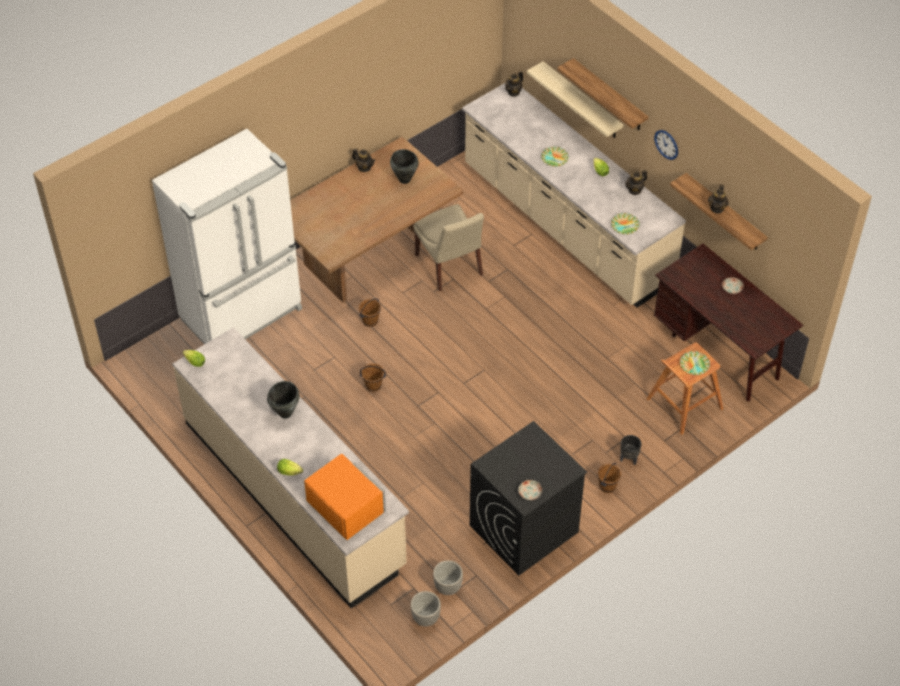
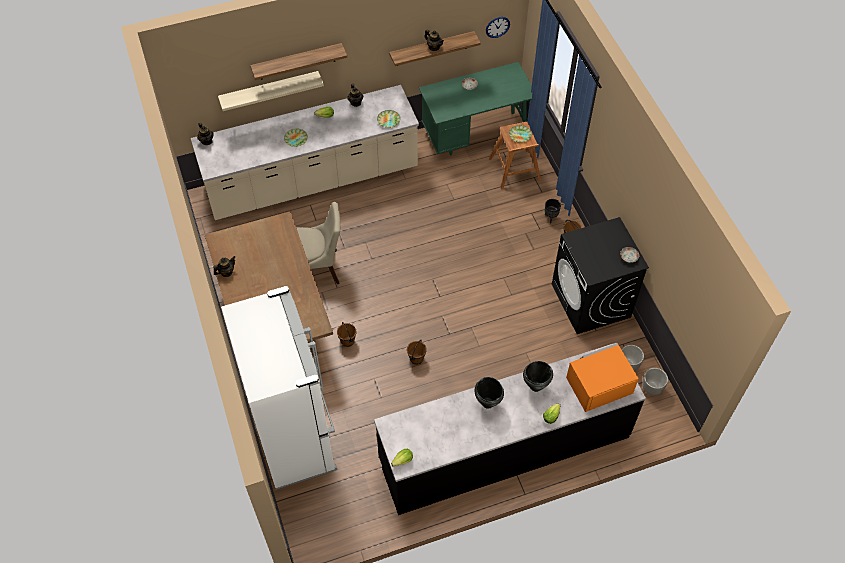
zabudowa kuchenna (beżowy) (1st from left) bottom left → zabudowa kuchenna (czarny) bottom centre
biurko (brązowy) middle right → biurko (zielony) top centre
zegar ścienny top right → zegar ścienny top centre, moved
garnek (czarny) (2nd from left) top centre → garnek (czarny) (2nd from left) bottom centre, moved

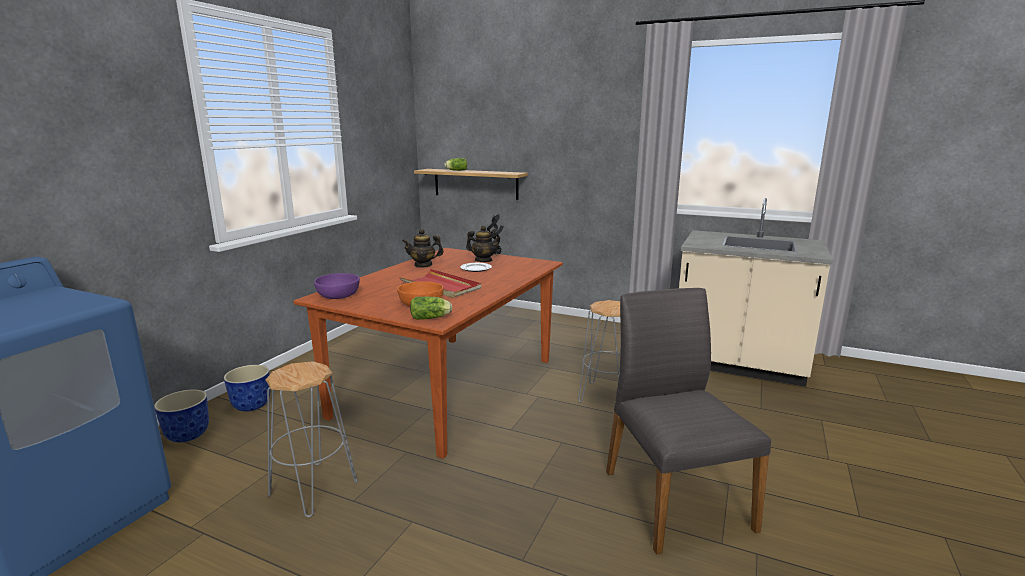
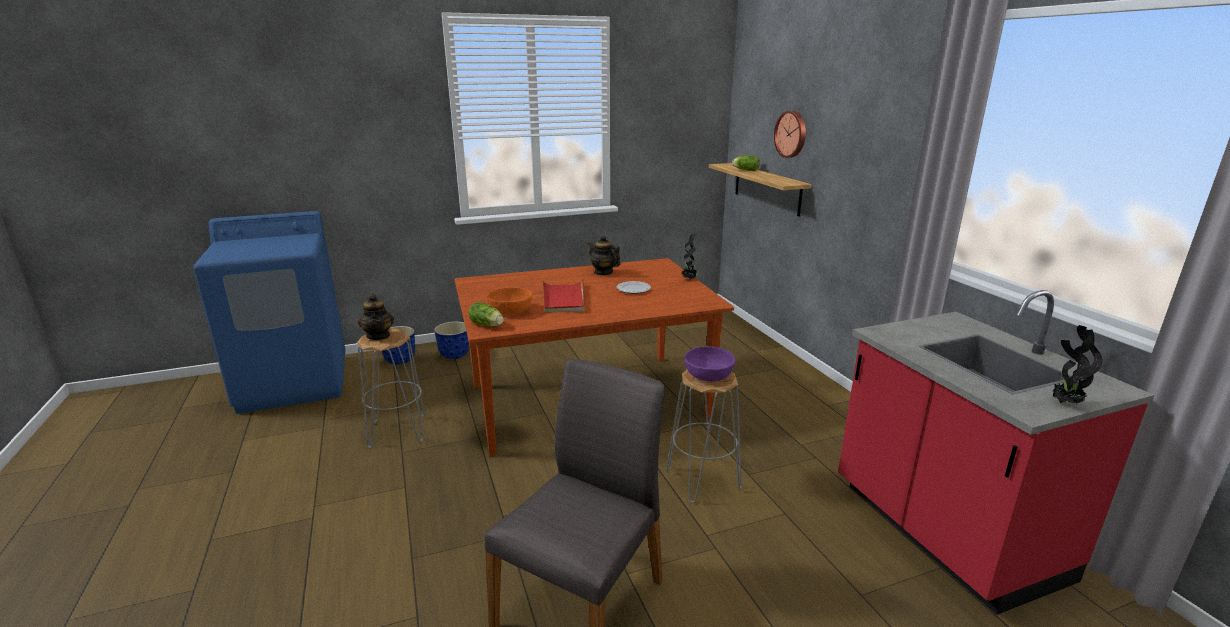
imbryk (2nd from left in the first image) centre → imbryk (1st from left) middle left, moved
miska (fioletowy) middle left → miska (fioletowy) centre, moved
- → zegar ścienny top centre
zabudowa kuchenna (beżowy) middle right → zabudowa kuchenna (czerwony) bottom right
- → roślina doniczkowa (2nd from left) middle right

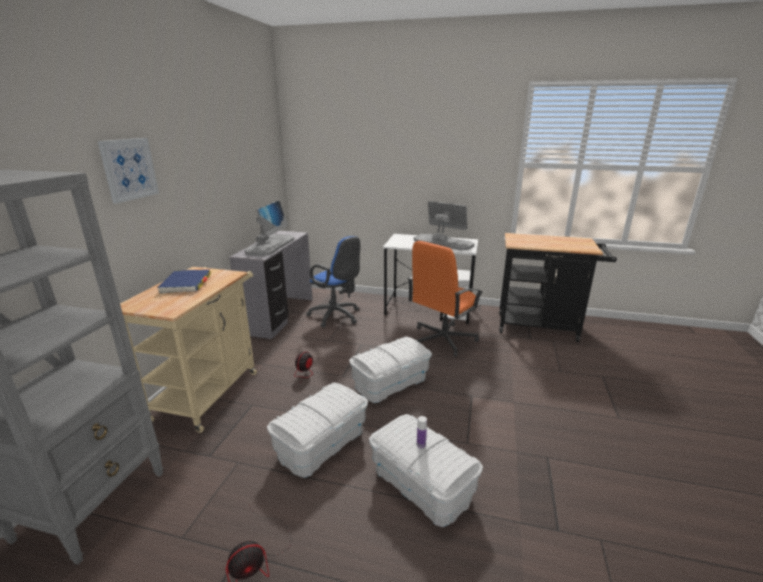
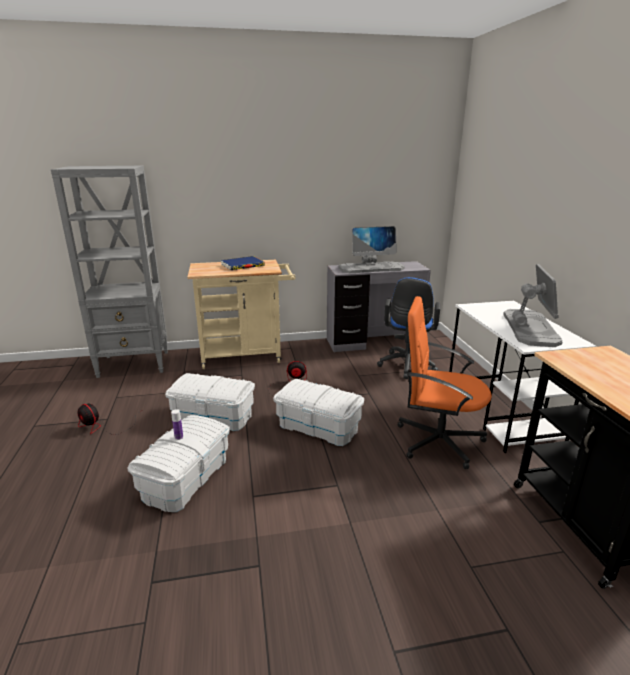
obraz top left → -

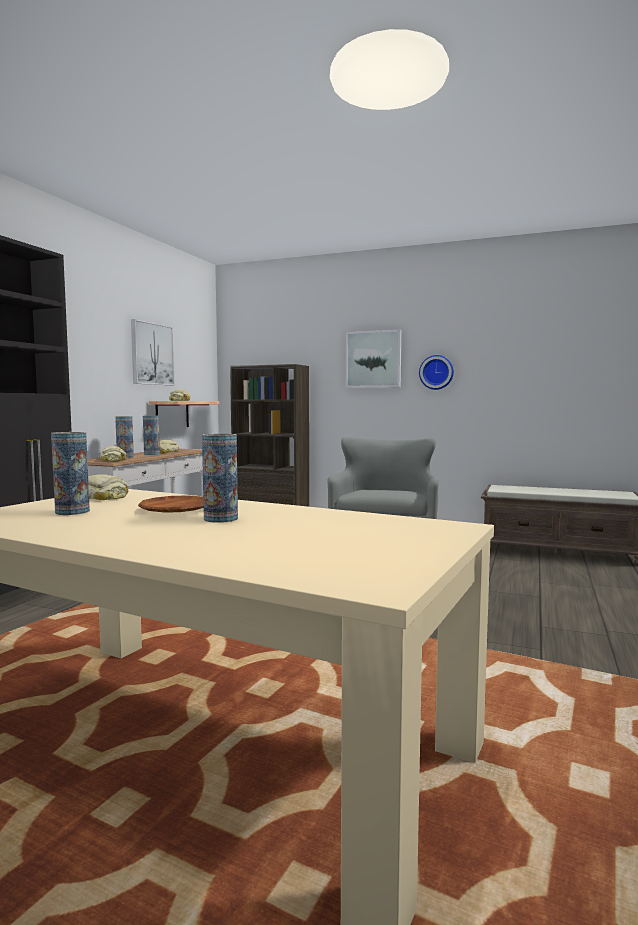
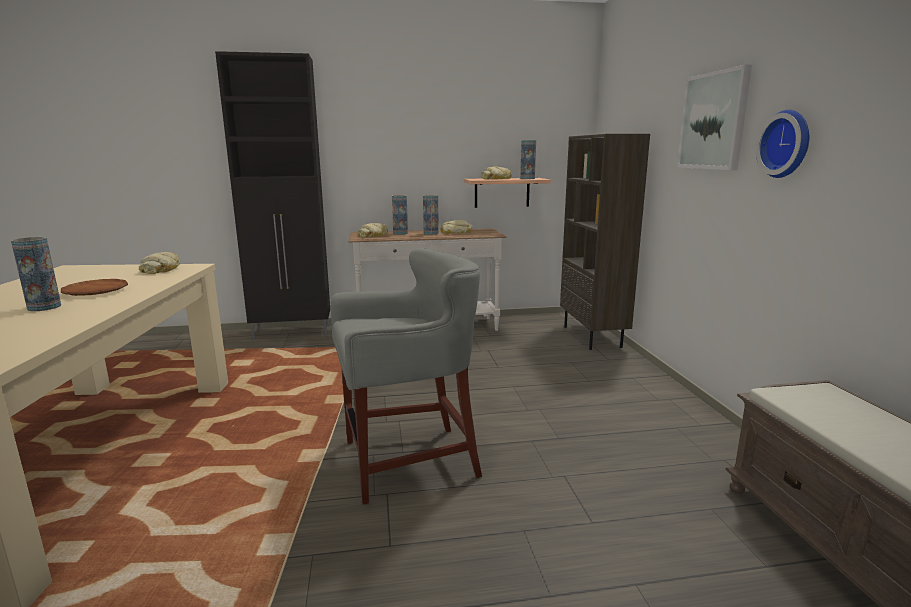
wazon (1st from left in the first image) middle left → wazon (4th from left) top centre, moved
obraz (1st from left) middle left → -

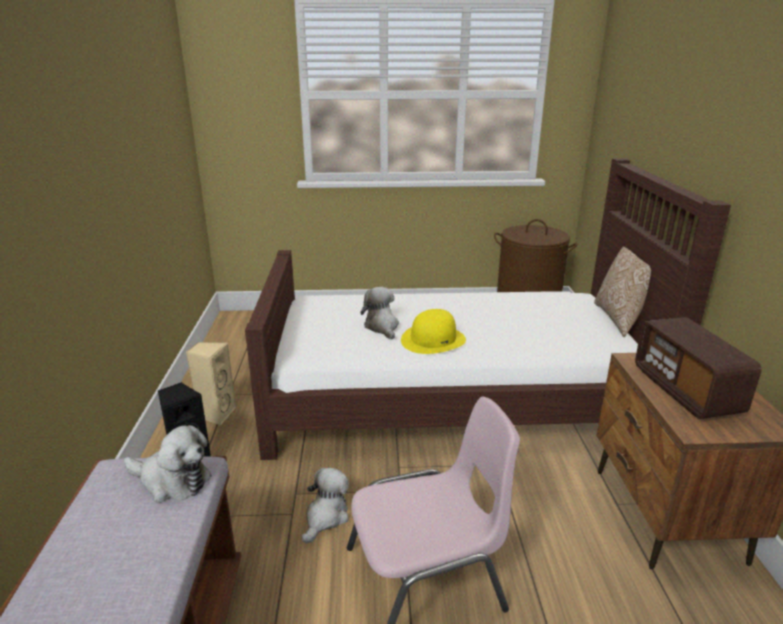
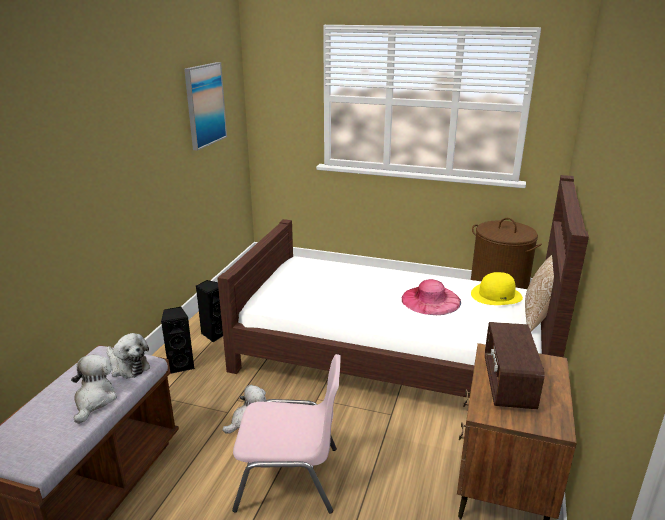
pluszak (3rd from left in the first image) centre → pluszak (1st from left) bottom left, moved
- → obraz top left
głośnik (beżowy) middle left → głośnik (czarny) (2nd from left) middle left
- → kapelusz (różowy) centre
kapelusz (żółty) centre → kapelusz (żółty) middle right, moved

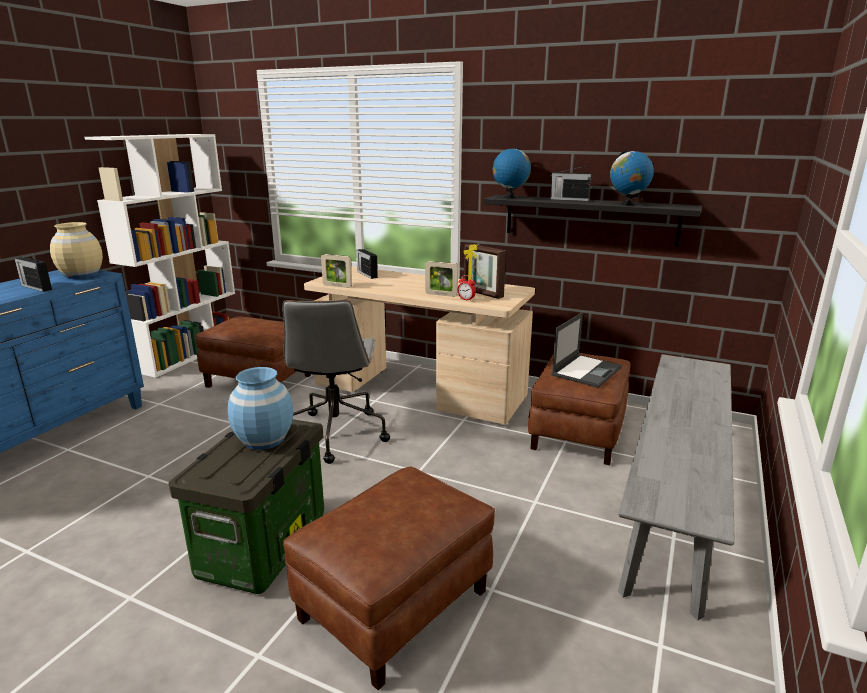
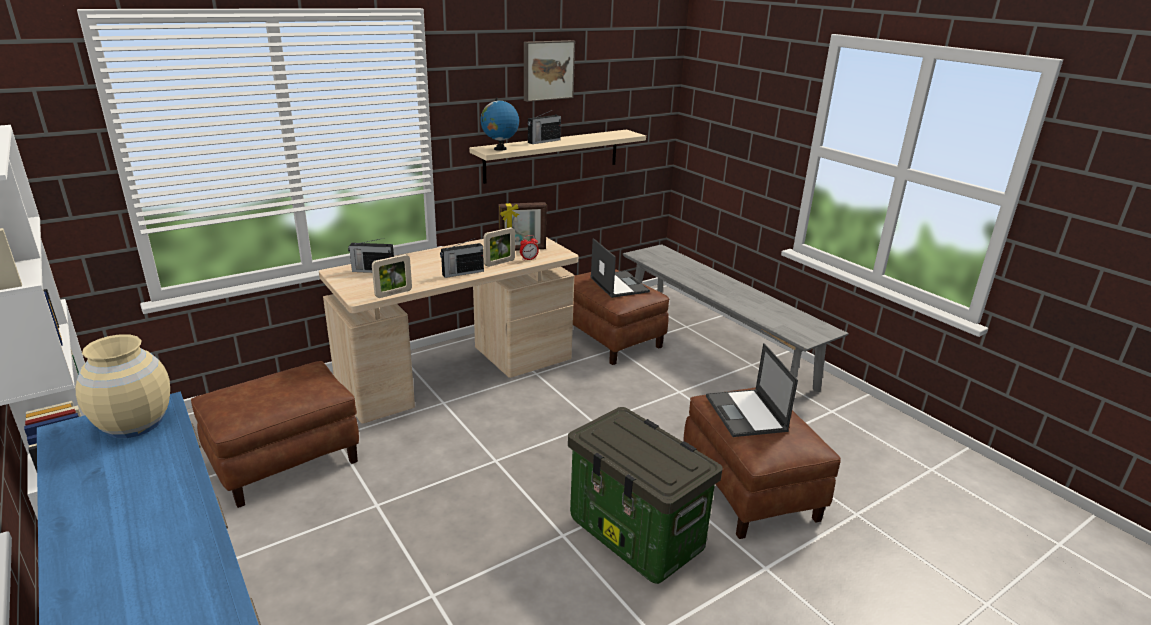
radio (1st from left in the first image) middle left → radio (2nd from left) centre, moved
półka (czarny) top right → półka (beżowy) top centre
- → obraz top centre
- → laptop (2nd from left) centre
wazon (niebieski) middle left → -
krzesło biurowe (szary) centre → -
globus (2nd from left) top right → -

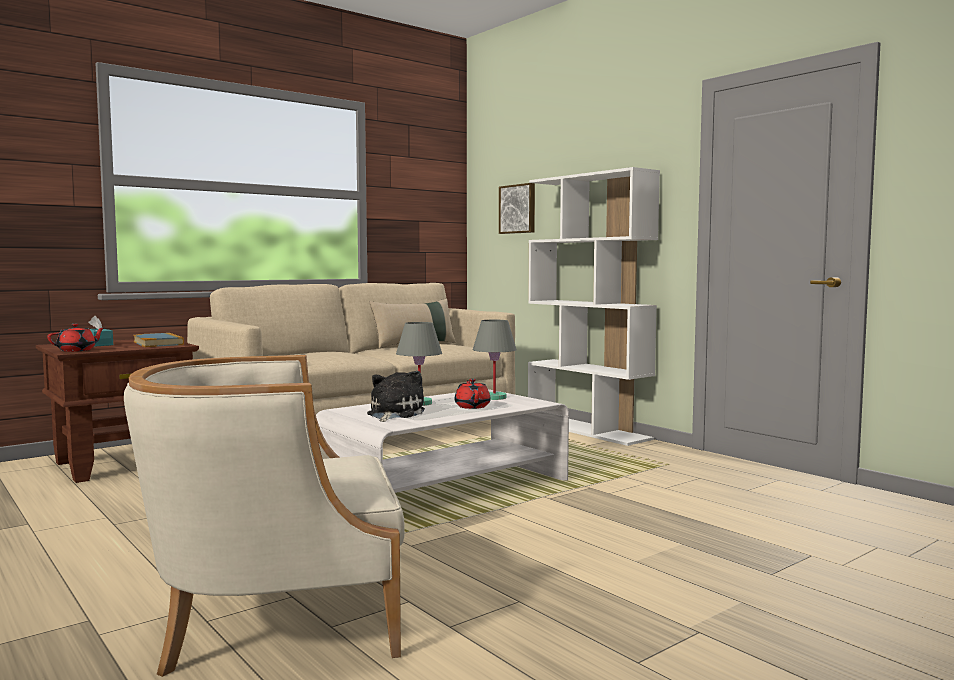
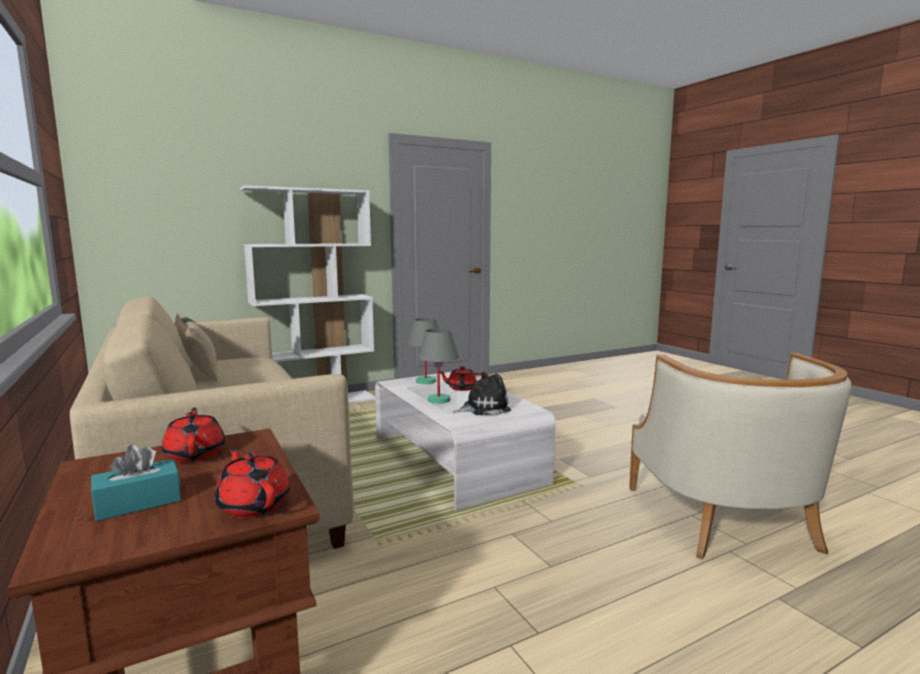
książka middle left → imbryk (czerwony) (1st from left) middle left
pluszak centre, 135 degrees clockwise
obraz top centre → -

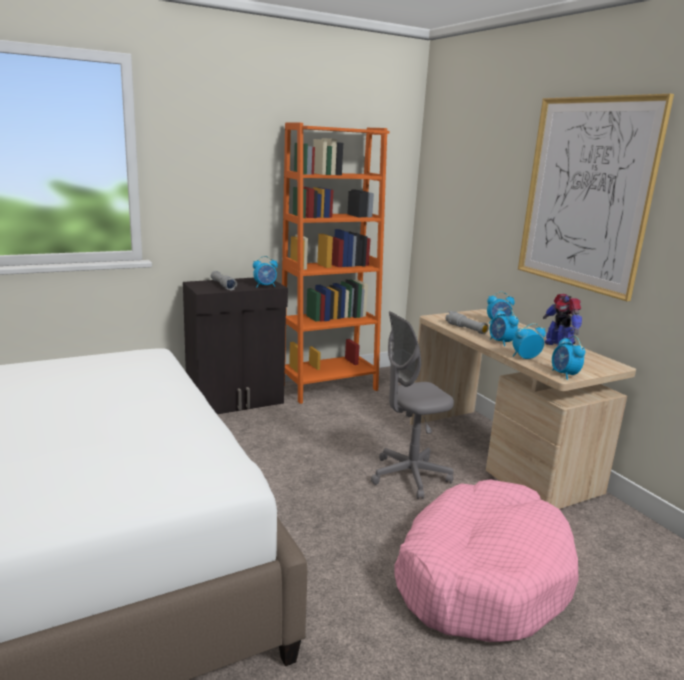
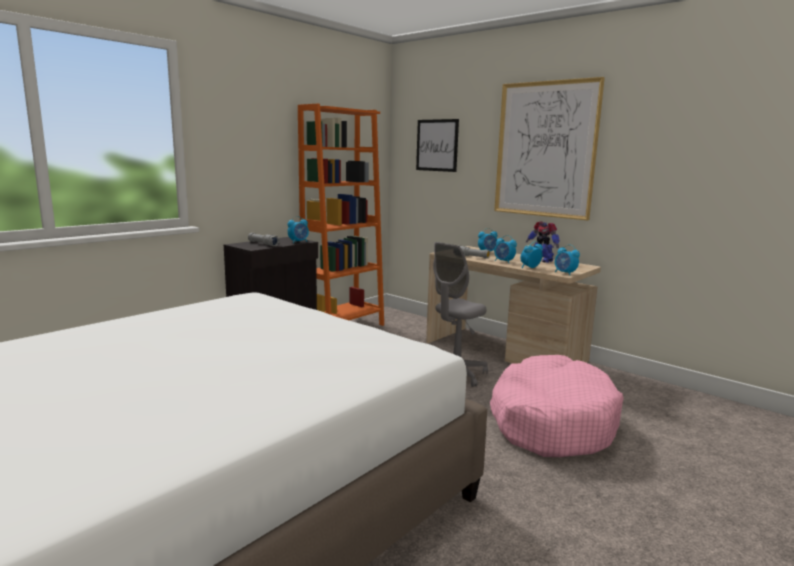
- → obraz (1st from left) top centre

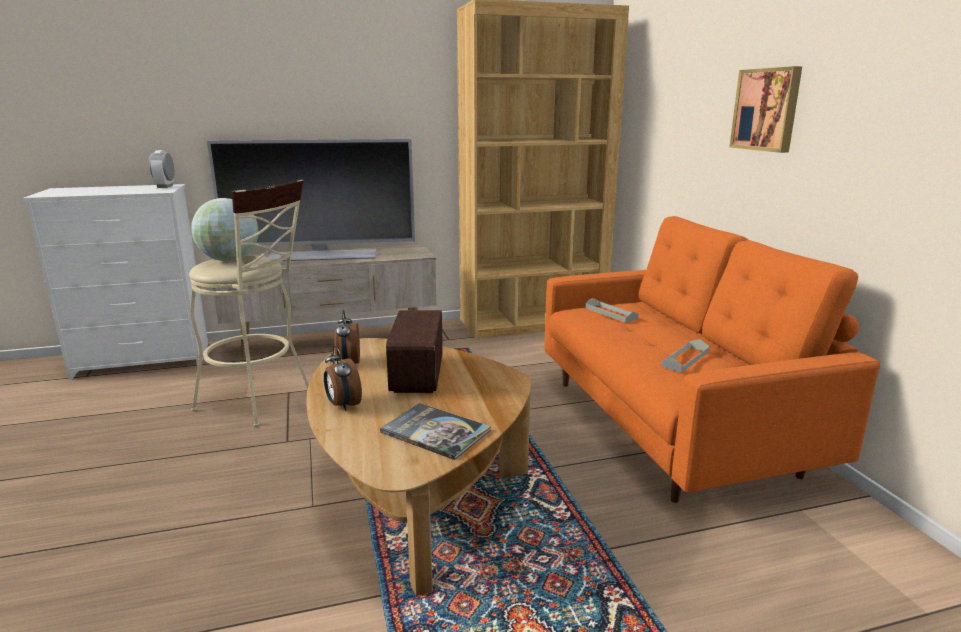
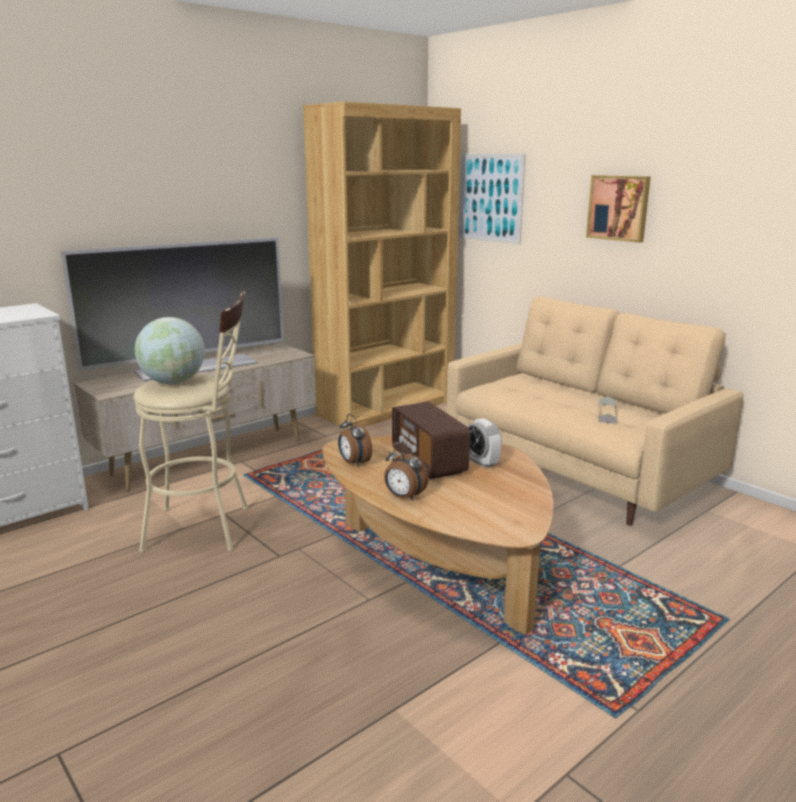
kanapa (pomarańczowy) middle right → kanapa (beżowy) middle right
- → obraz (1st from left) top centre
budzik (1st from left in the first image) top left → budzik (3rd from left) centre, moved
książka bottom centre → -
taca (szary) (1st from left) centre → -

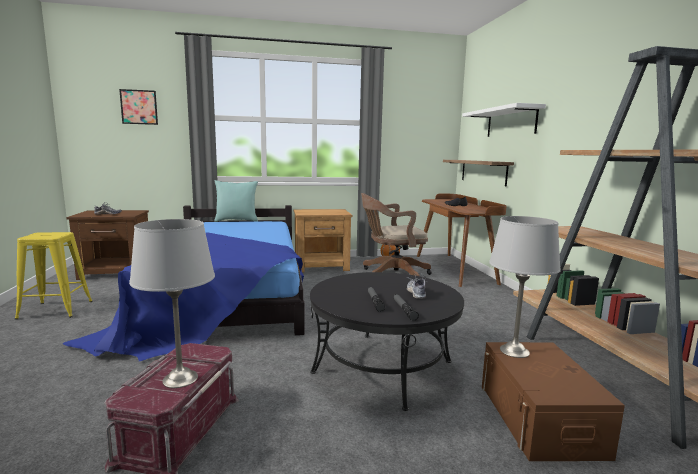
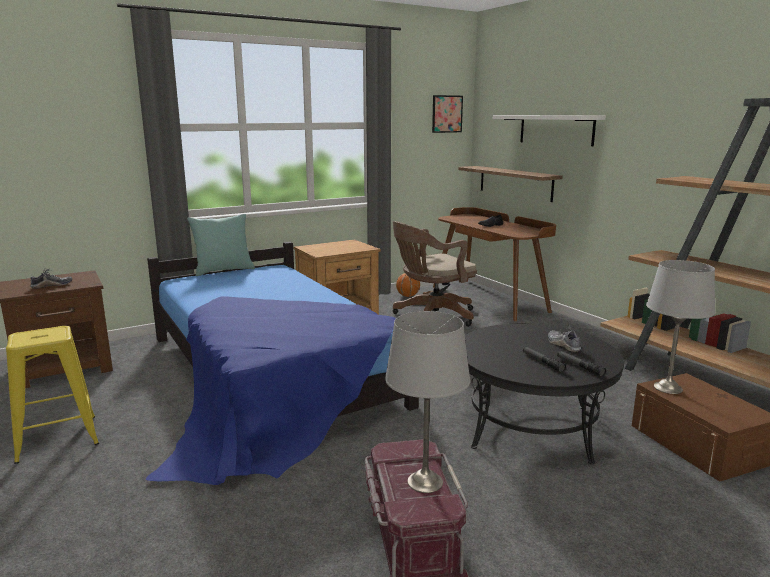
obraz top left → obraz top centre, moved

